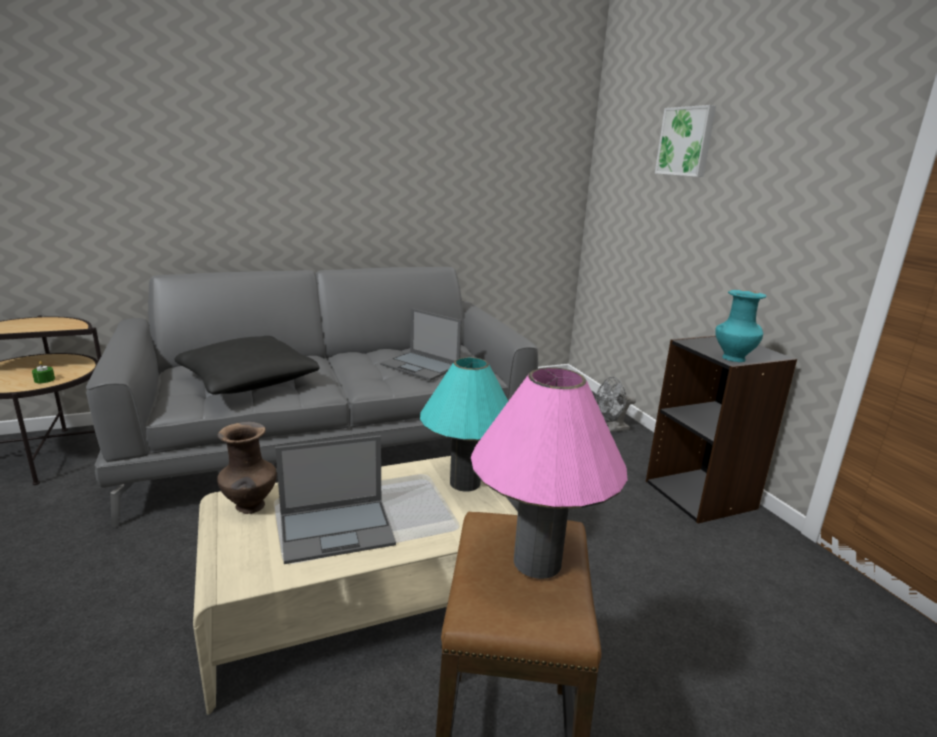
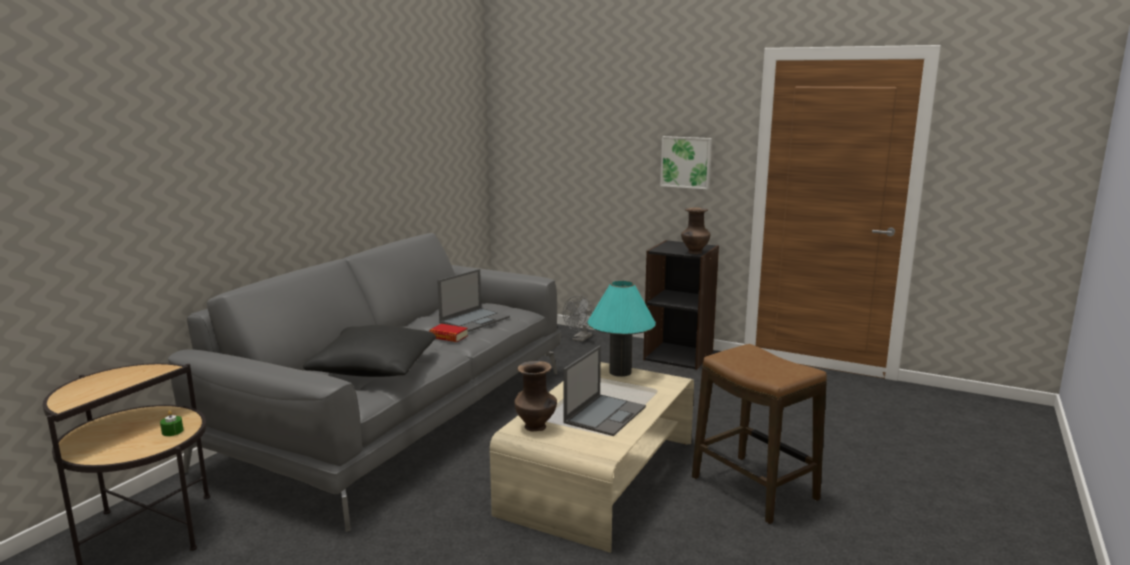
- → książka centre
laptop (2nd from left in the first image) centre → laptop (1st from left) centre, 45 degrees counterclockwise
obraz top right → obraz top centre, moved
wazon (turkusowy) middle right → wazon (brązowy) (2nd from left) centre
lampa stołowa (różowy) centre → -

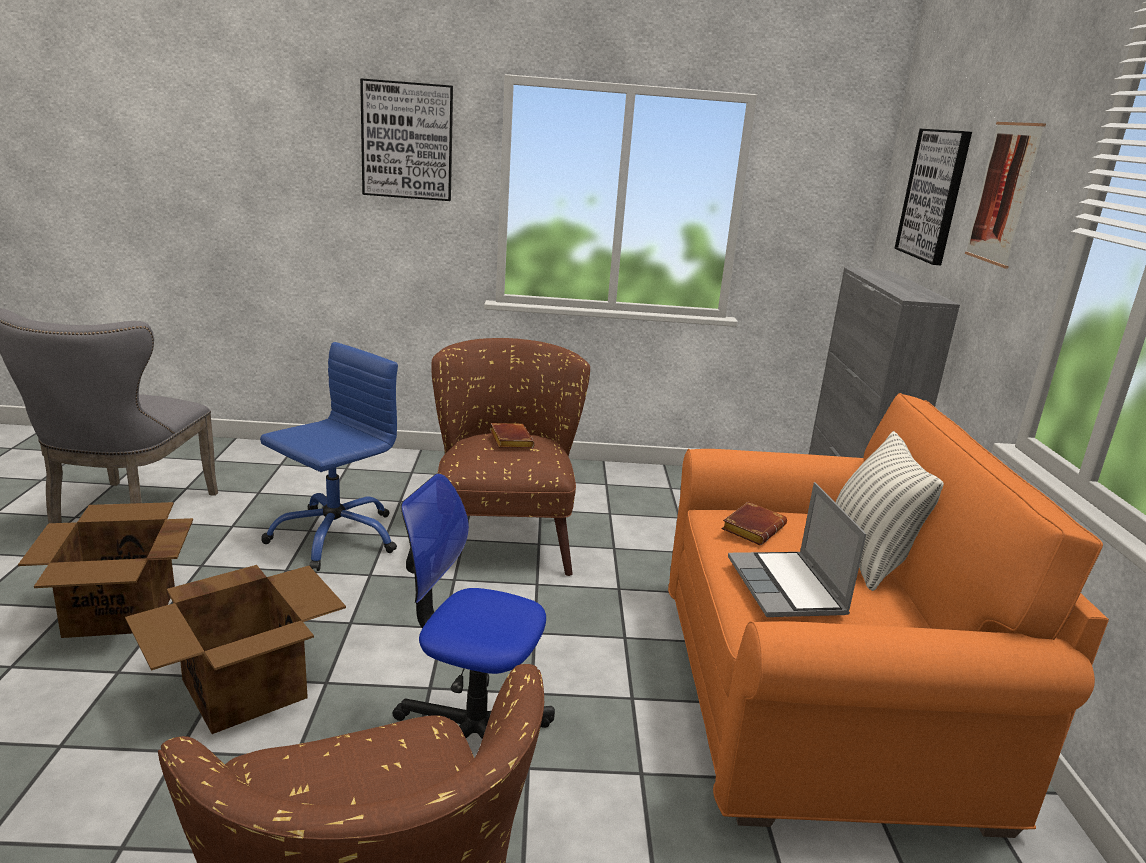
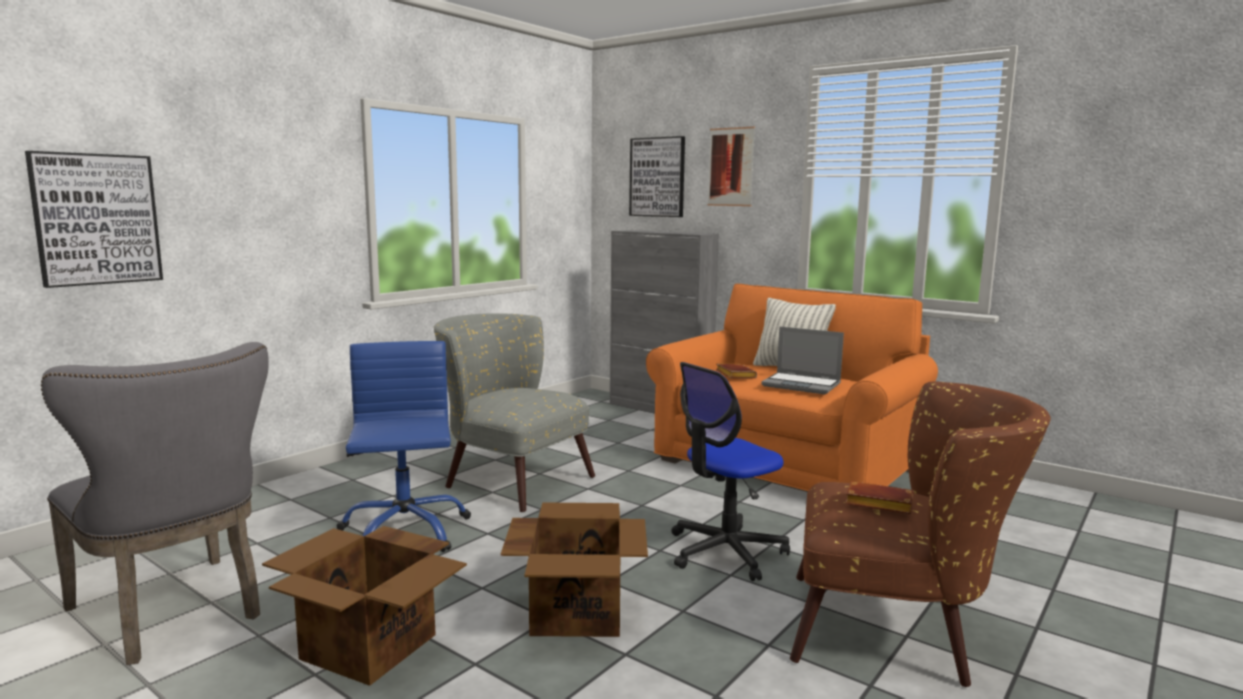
obraz (1st from left) top centre → obraz (1st from left) top left, moved
fotel (brązowy) (2nd from left) centre → fotel (szary) centre
książka (brązowy) (1st from left in the first image) centre → książka (brązowy) (2nd from left) bottom right, moved

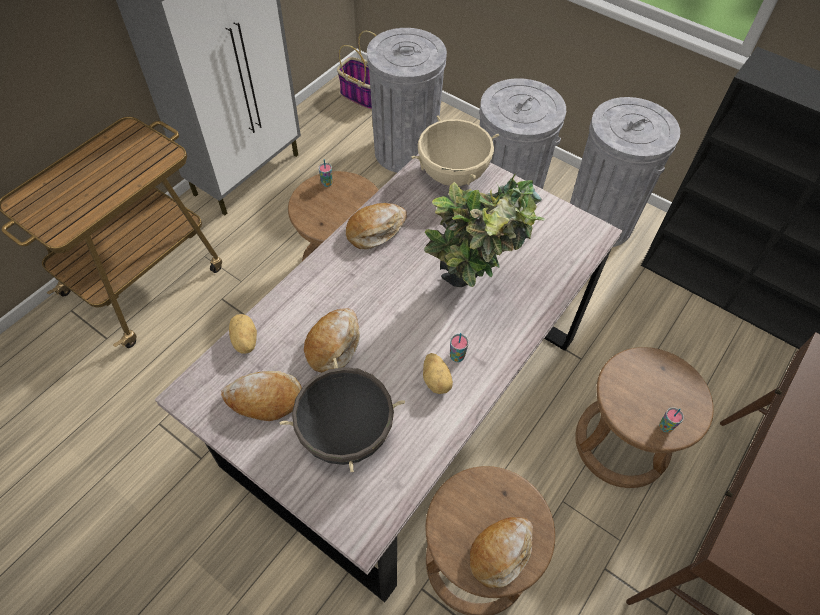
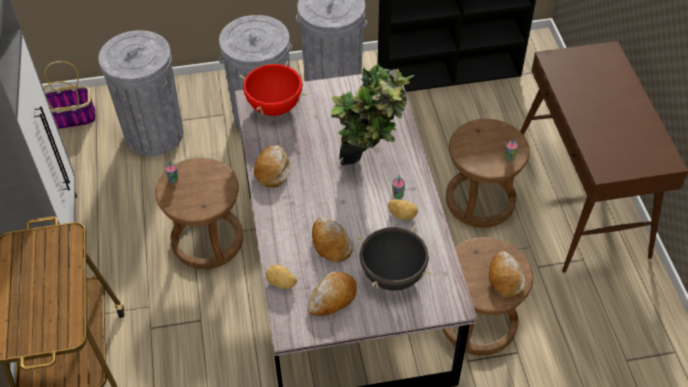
garnek (beżowy) top centre → garnek (czerwony) top centre

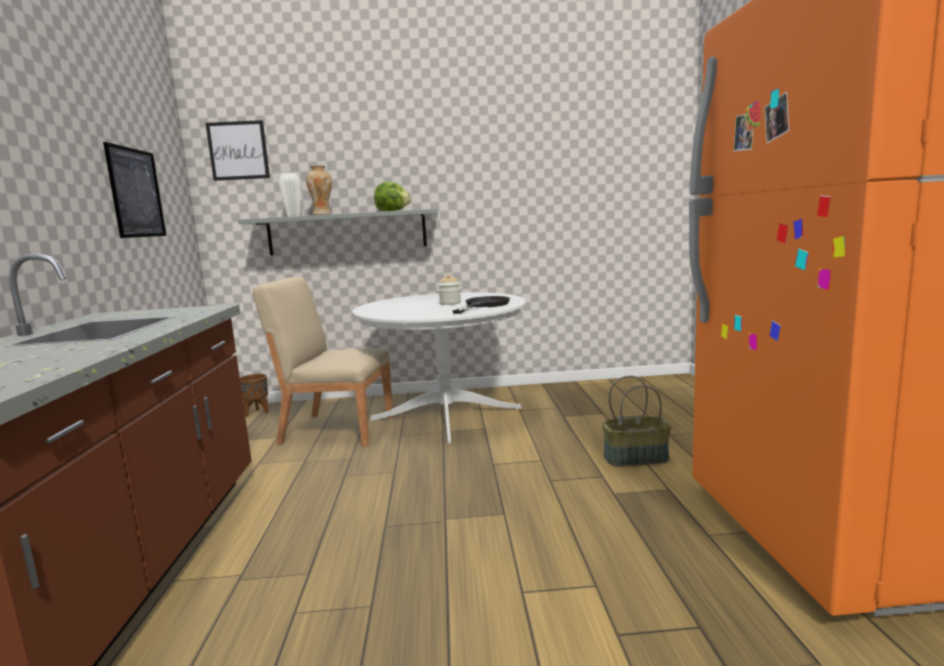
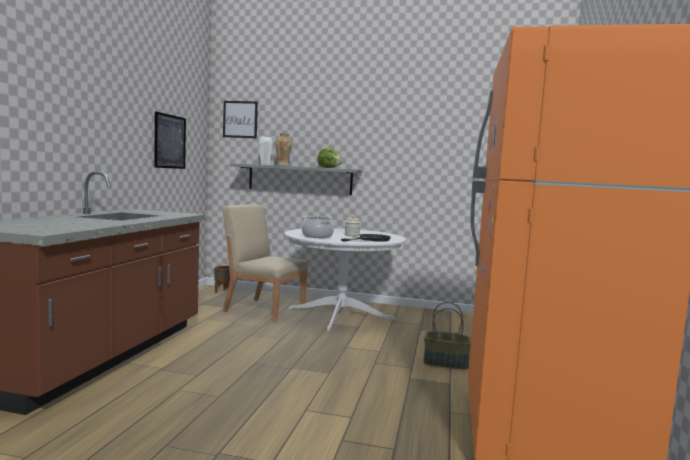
- → garnek centre

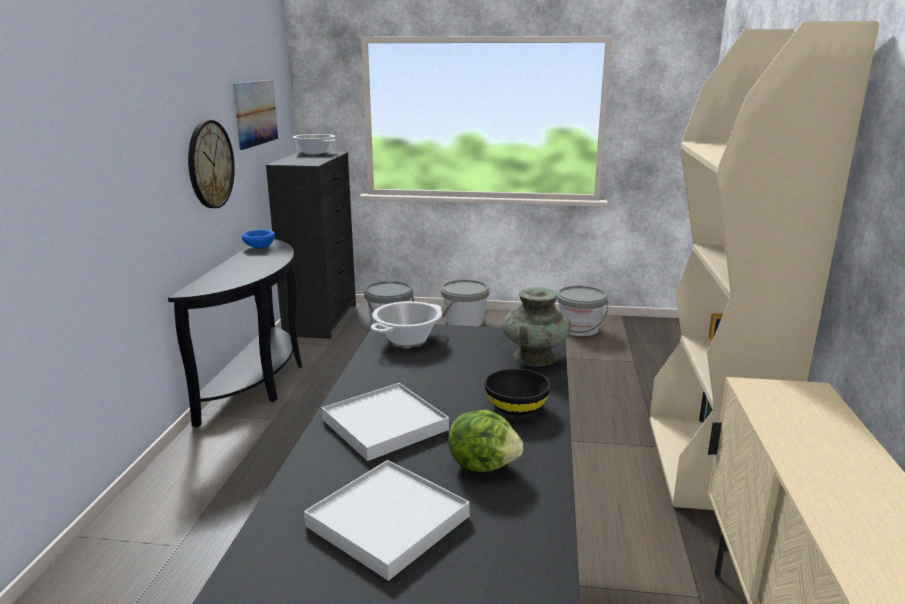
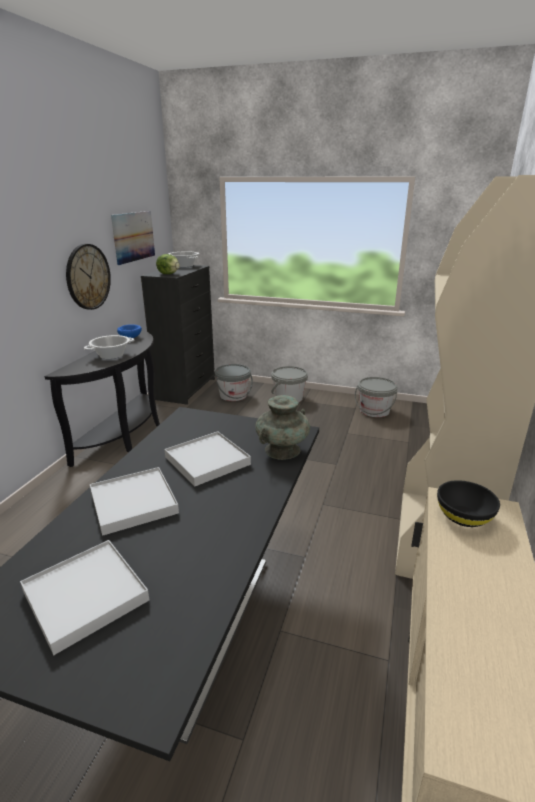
garnek (2nd from left in the first image) centre → garnek (1st from left) middle left, moved
sałata bottom centre → sałata top left, moved
- → taca (biały) (3rd from left) centre
miska (czarny) centre → miska (czarny) middle right, moved

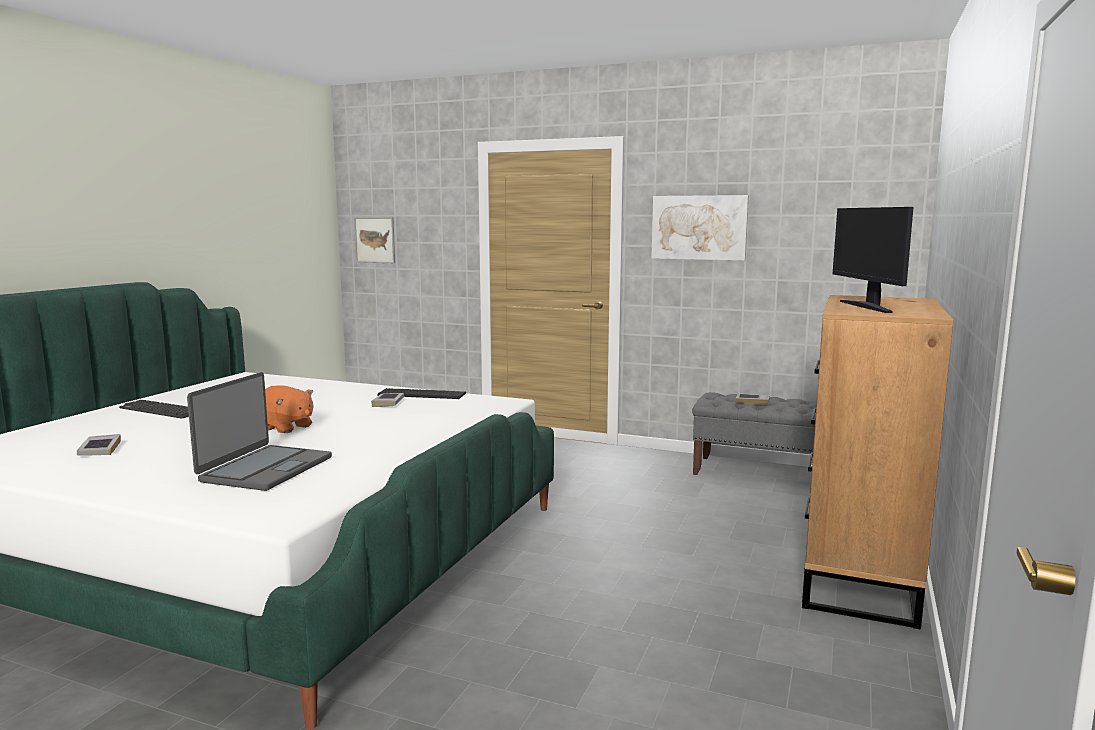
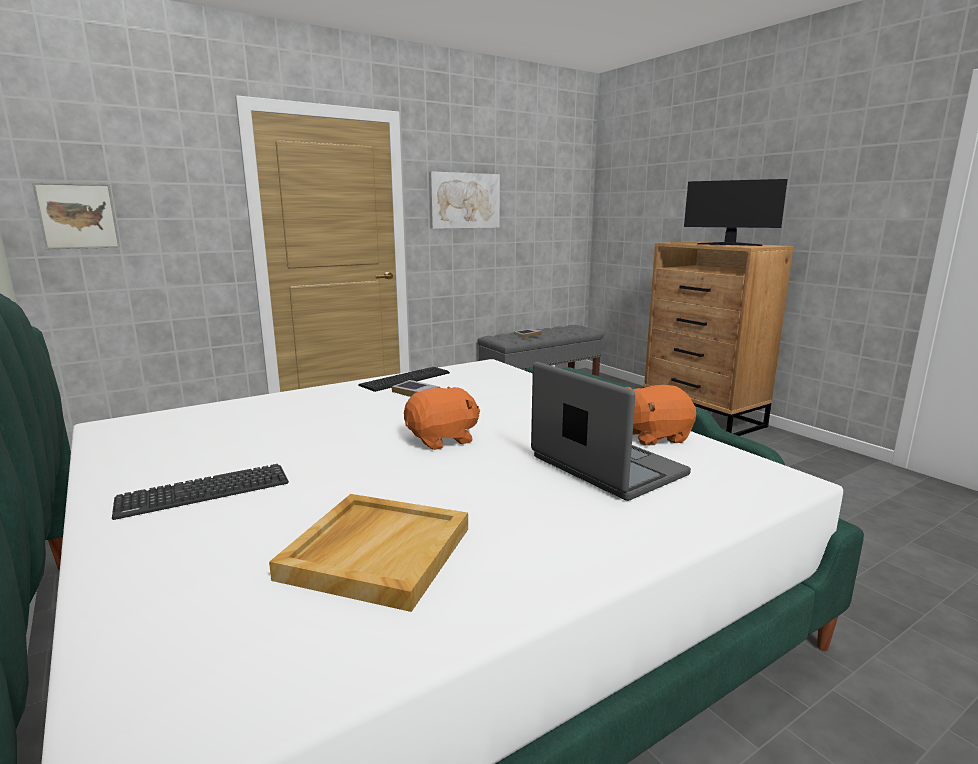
książka (1st from left) middle left → taca (beżowy) bottom centre
- → pluszak (pomarańczowy) (2nd from left) middle right

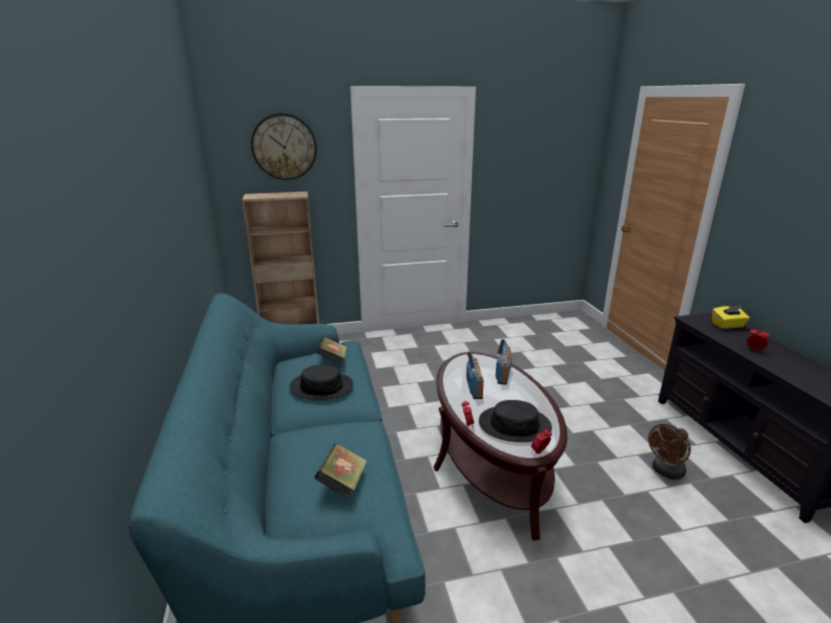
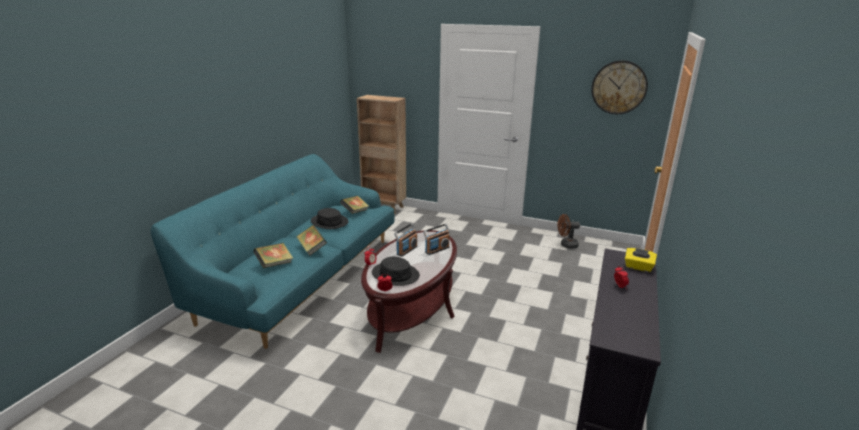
- → książka (2nd from left) centre
wentylator (brązowy) bottom right → wentylator (brązowy) centre, moved
zegar ścienny top centre → zegar ścienny top right, moved

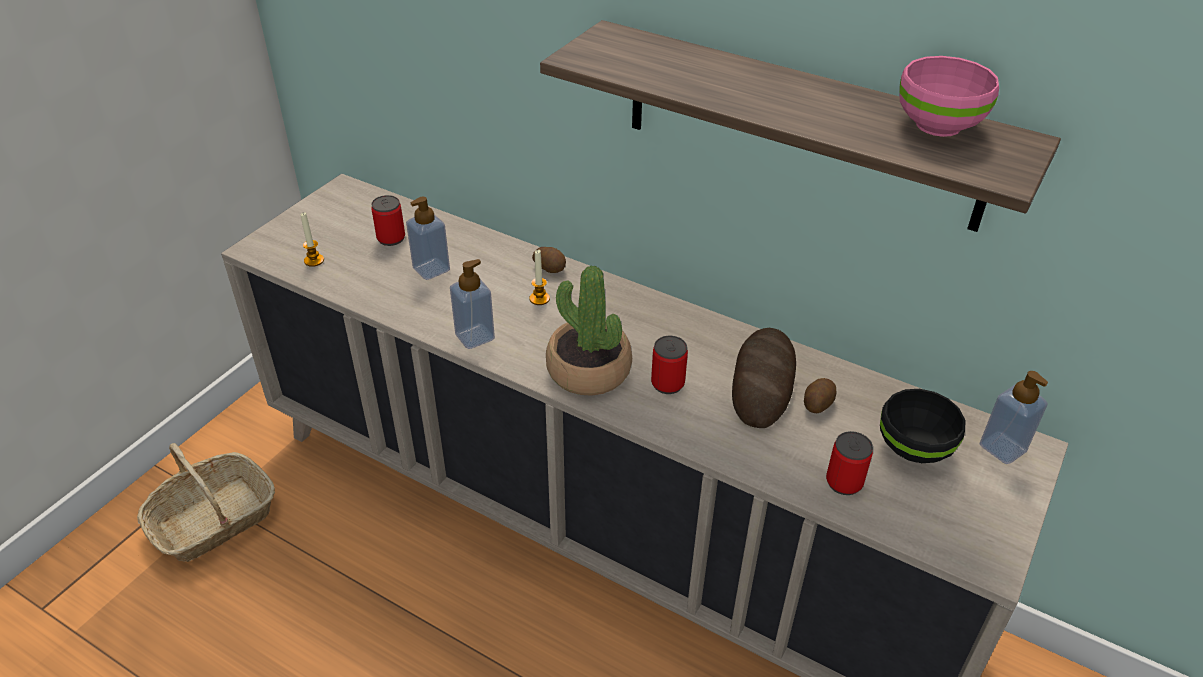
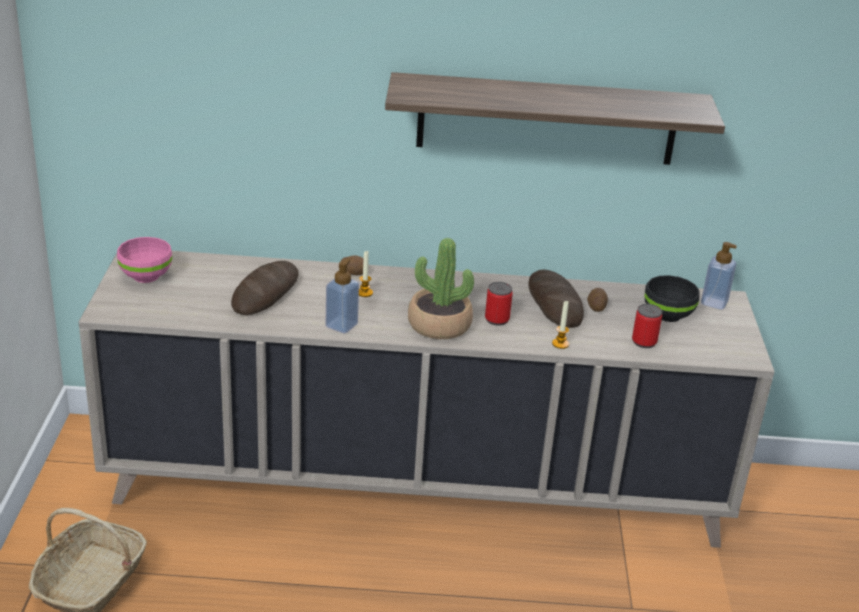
miska (różowy) top right → miska (różowy) middle left, moved
dozownik mydła (1st from left) centre → chleb (1st from left) middle left
świeca (1st from left in the first image) middle left → świeca (2nd from left) centre, moved
puszka (1st from left) top left → -

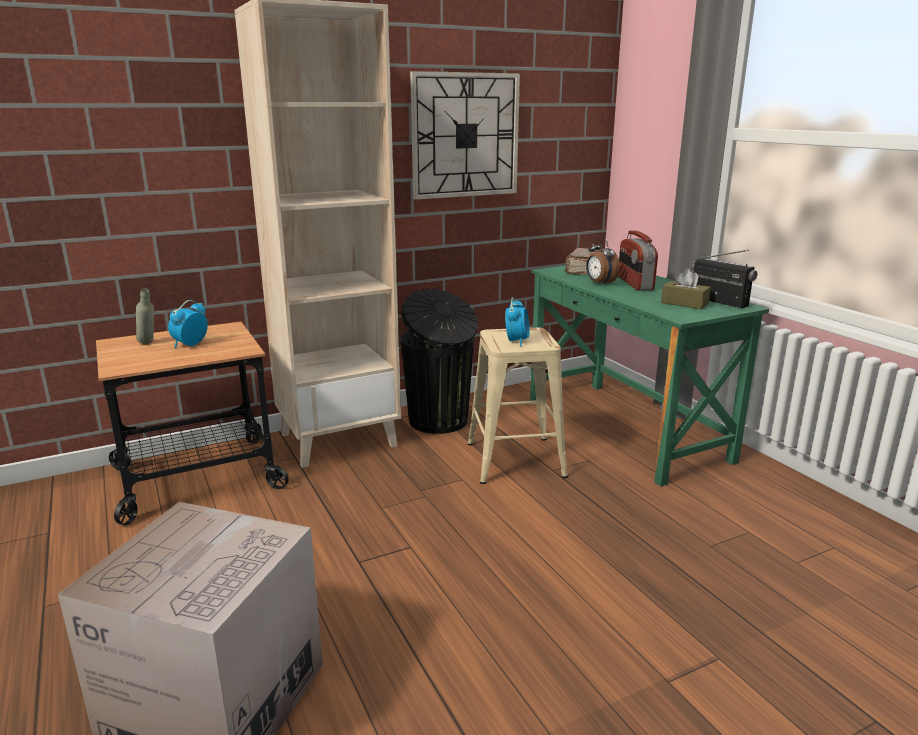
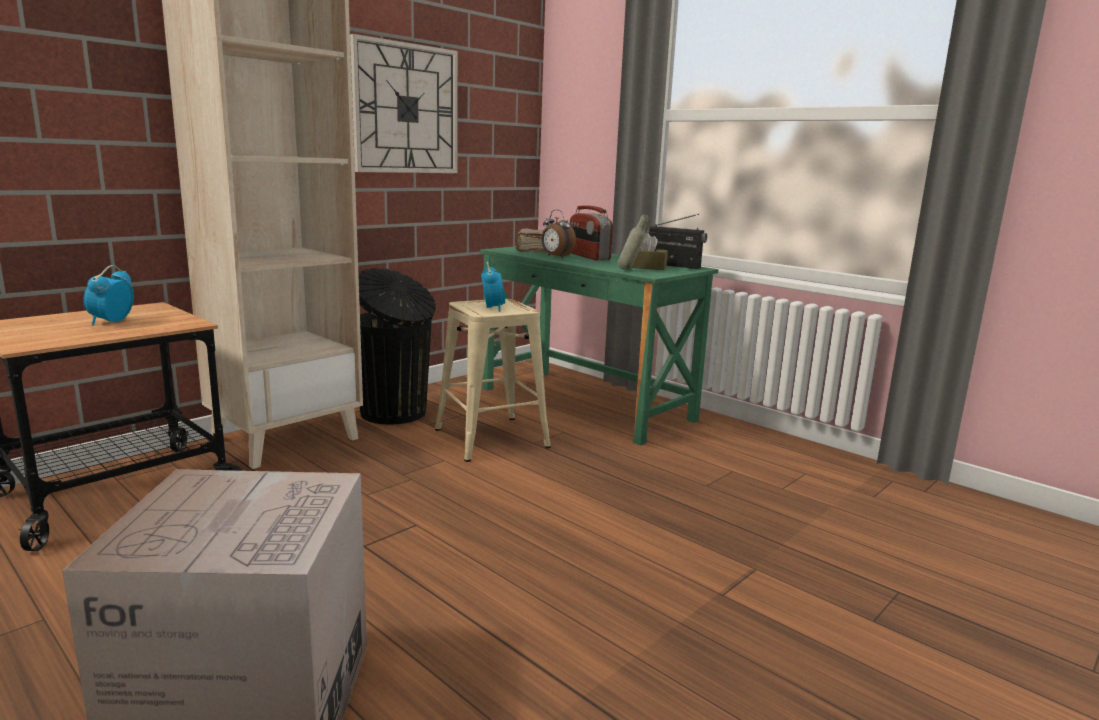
butelka (szary) middle left → butelka (szary) centre, moved

